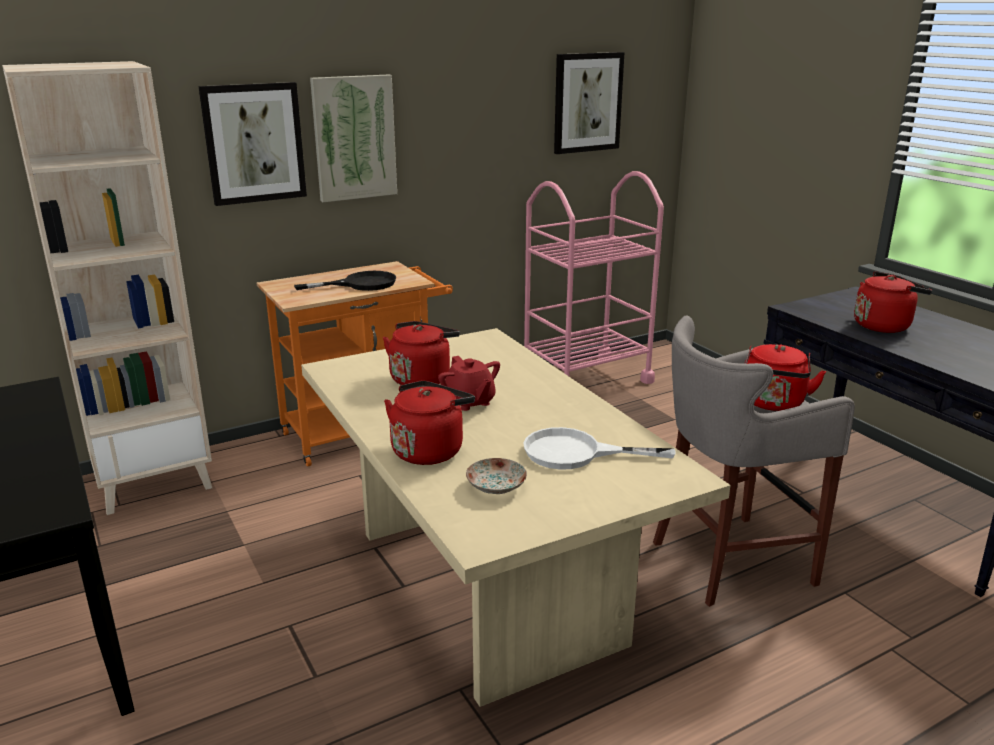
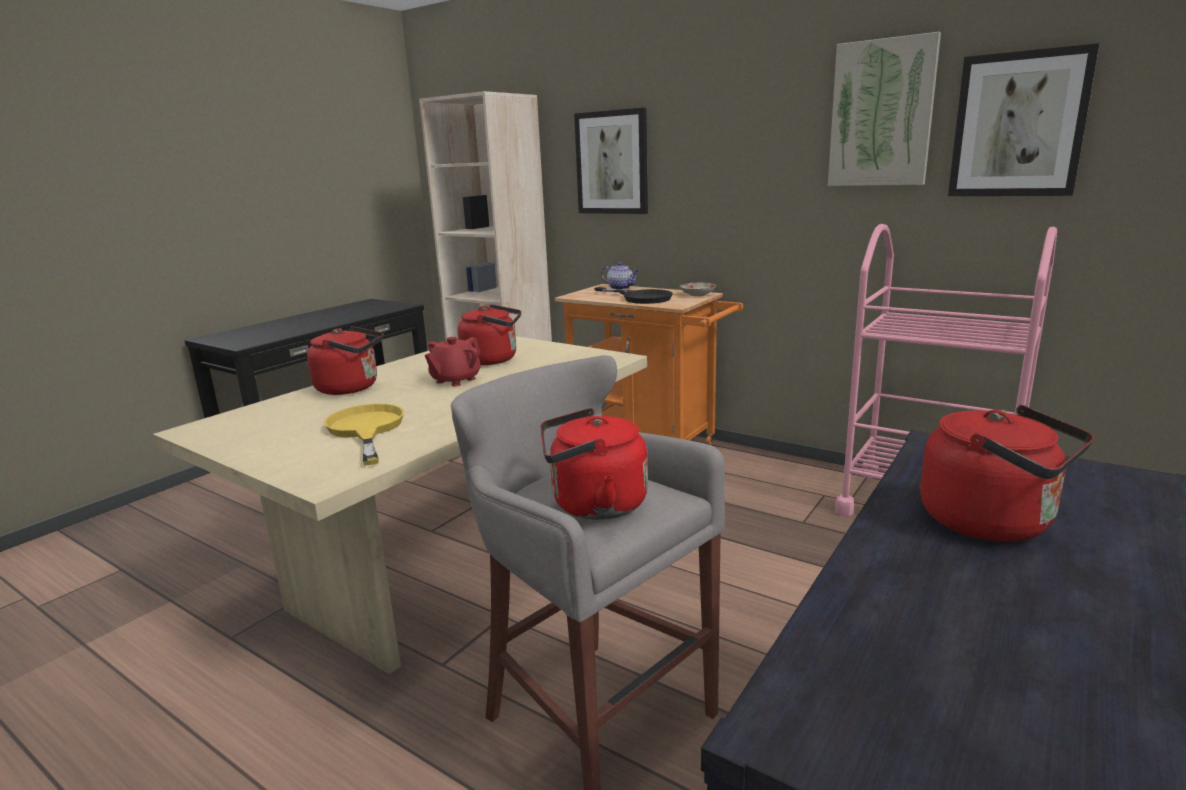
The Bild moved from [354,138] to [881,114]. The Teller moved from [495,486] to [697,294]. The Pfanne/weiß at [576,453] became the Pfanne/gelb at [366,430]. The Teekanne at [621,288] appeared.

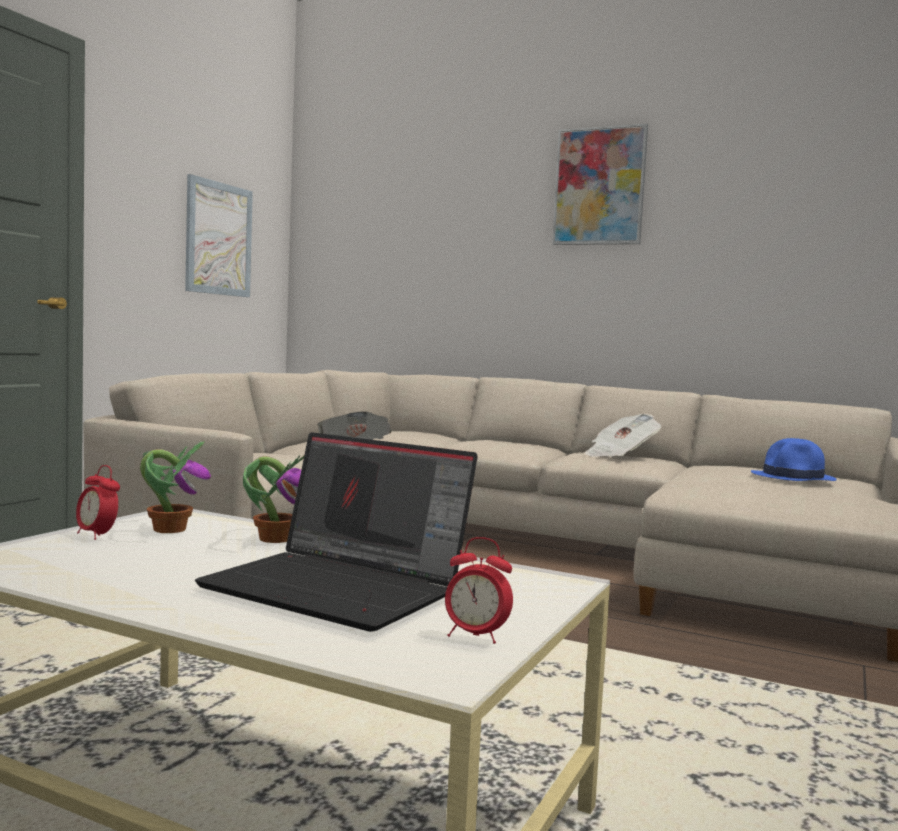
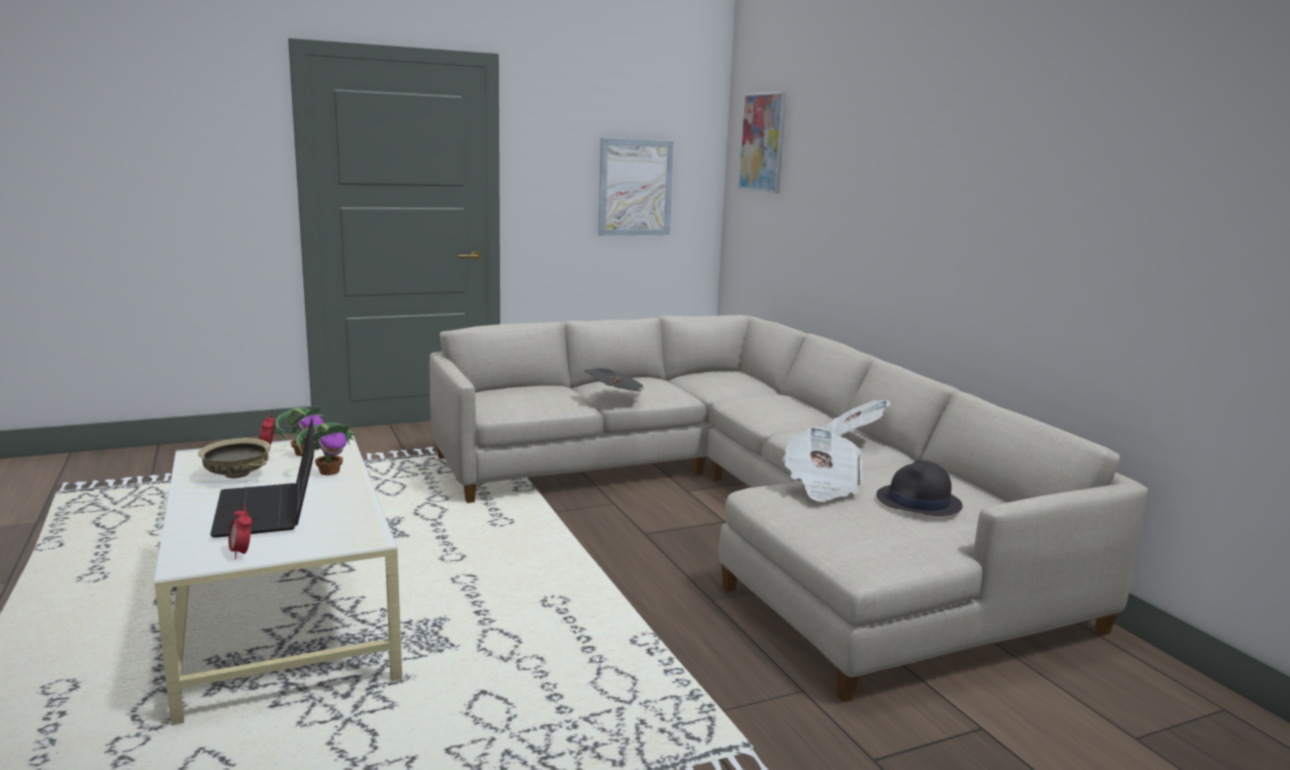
The Bild moved from [599,186] to [763,142]. The Hut/blau at [793,477] became the Hut/schwarz at [918,502]. The Schüssel/beige at [237,474] appeared. The Zeitung at [821,486] appeared.

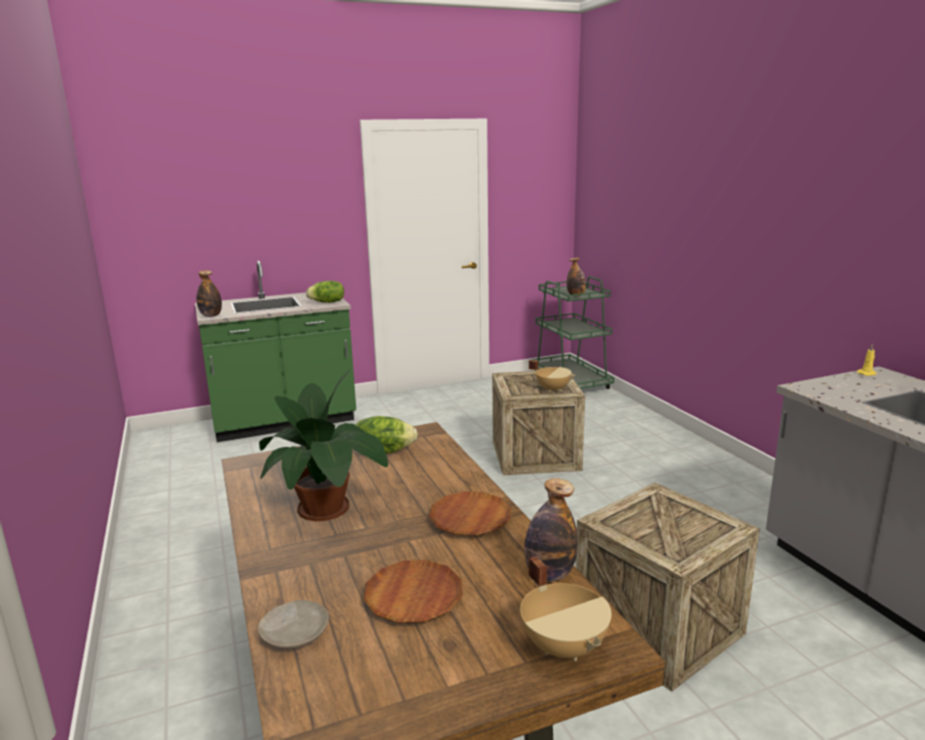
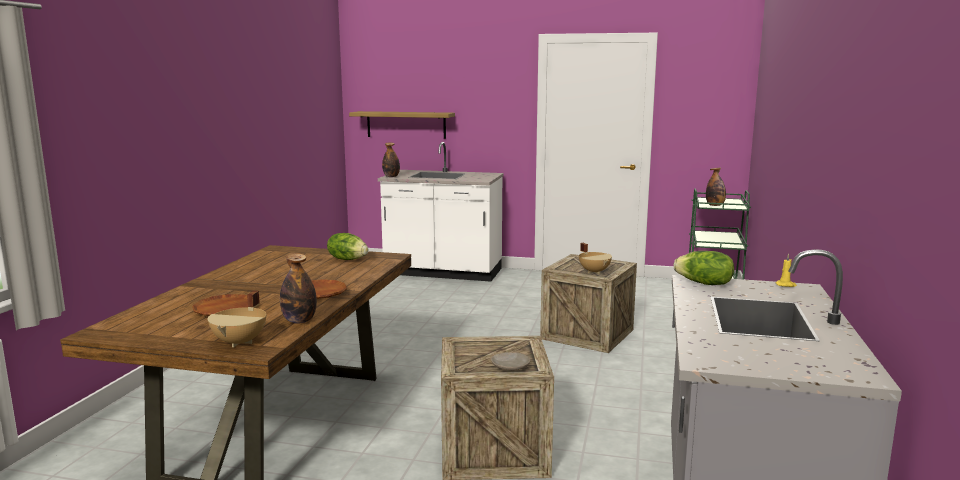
The Küchenzeile/grün at [284,422] became the Küchenzeile/weiß at [443,273]. The Teller/beige moved from [295,633] to [510,367]. The Topfpflanze at [327,508] disappeared. The Salatkopf moved from [327,302] to [704,283]. The Wandregal at [406,124] appeared.

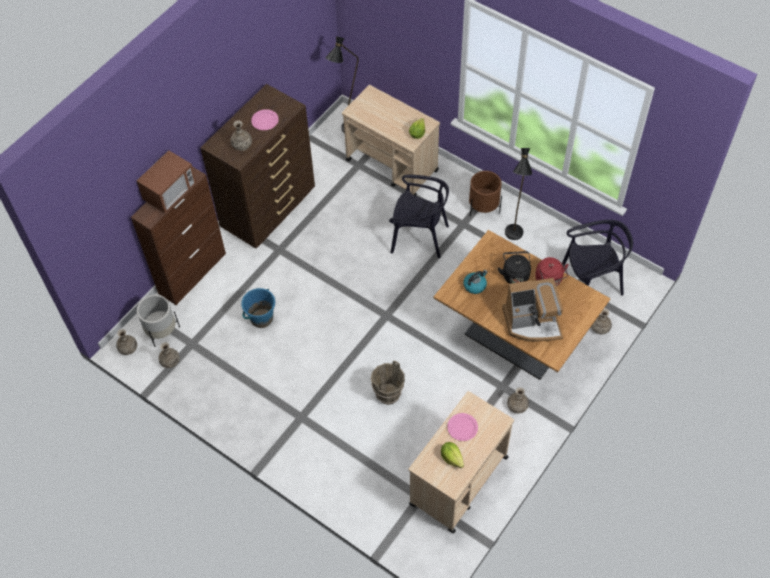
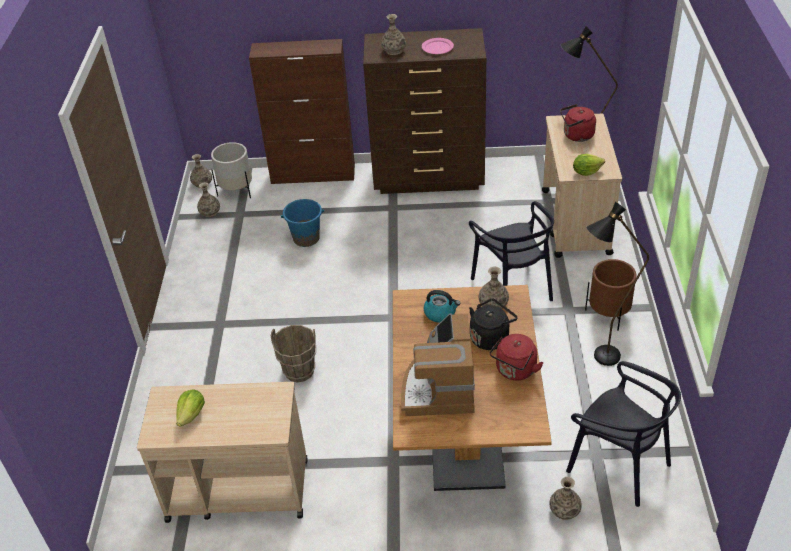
The Mikrowelle at [170,193] disappeared. The Teller/rosa at [462,428] disappeared. The Kaffeemaschine at [532,322] turned 45 degrees clockwise. The Vase moved from [517,406] to [493,304]. The Wasserkessel/rot at [576,136] appeared.

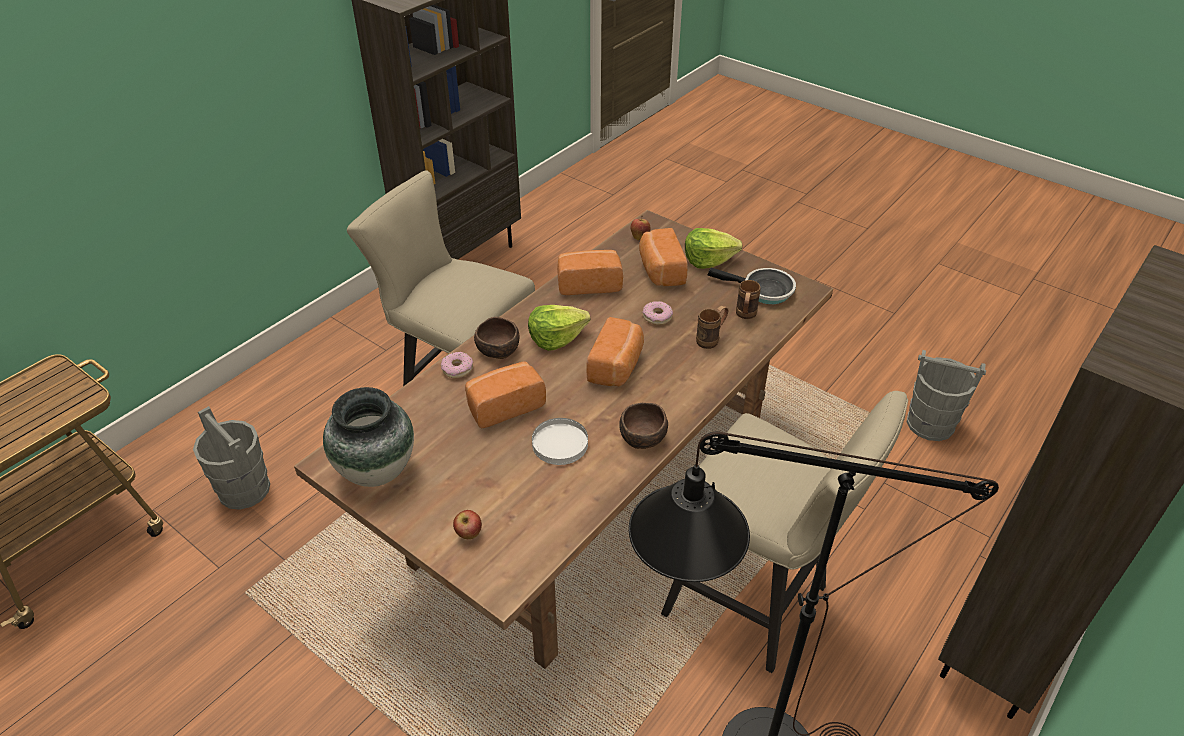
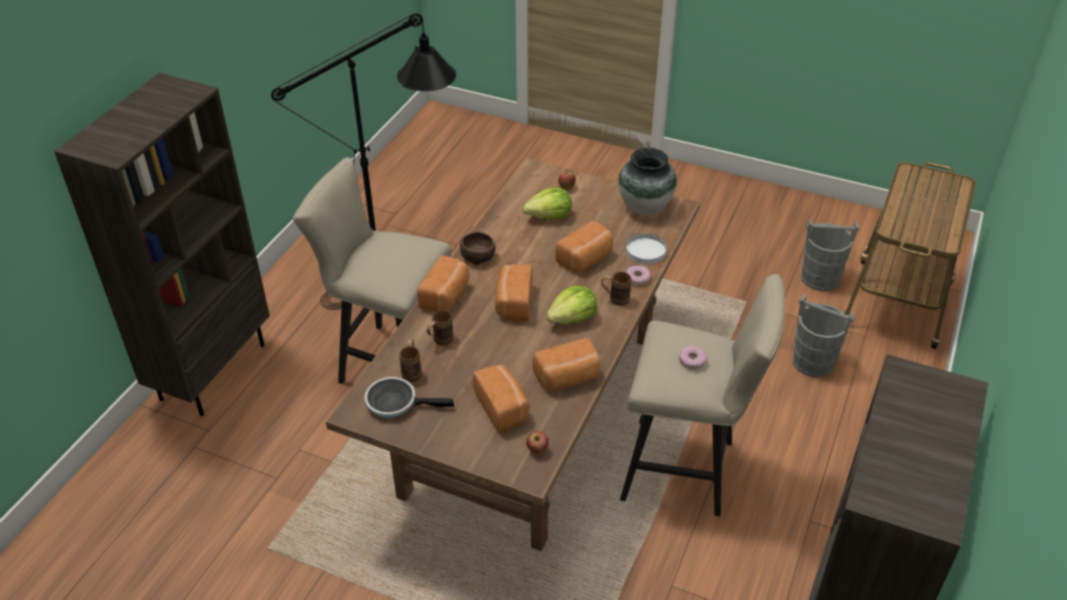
The Schüssel/braun at [498,350] was replaced by the Henkelbecher/braun at [615,299]. The Teller/weiß moved from [560,443] to [646,251]. The Donut moved from [657,317] to [692,361]. The Salatkopf moved from [708,260] to [549,216]. The Eimer/grau moved from [930,424] to [819,278]. The Brot at [446,296] appeared.

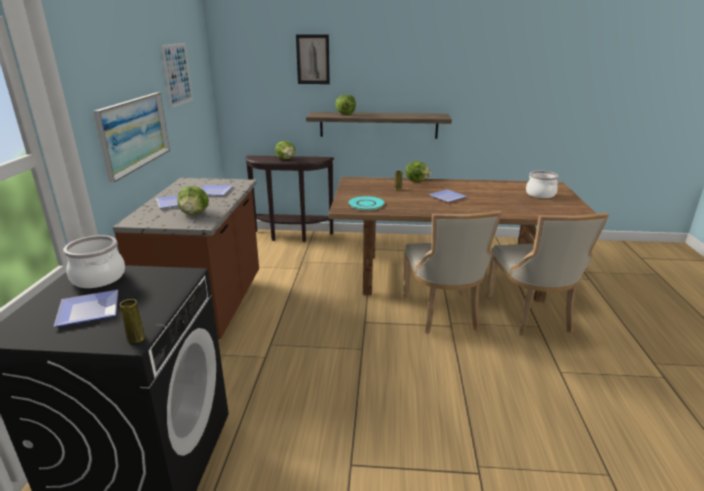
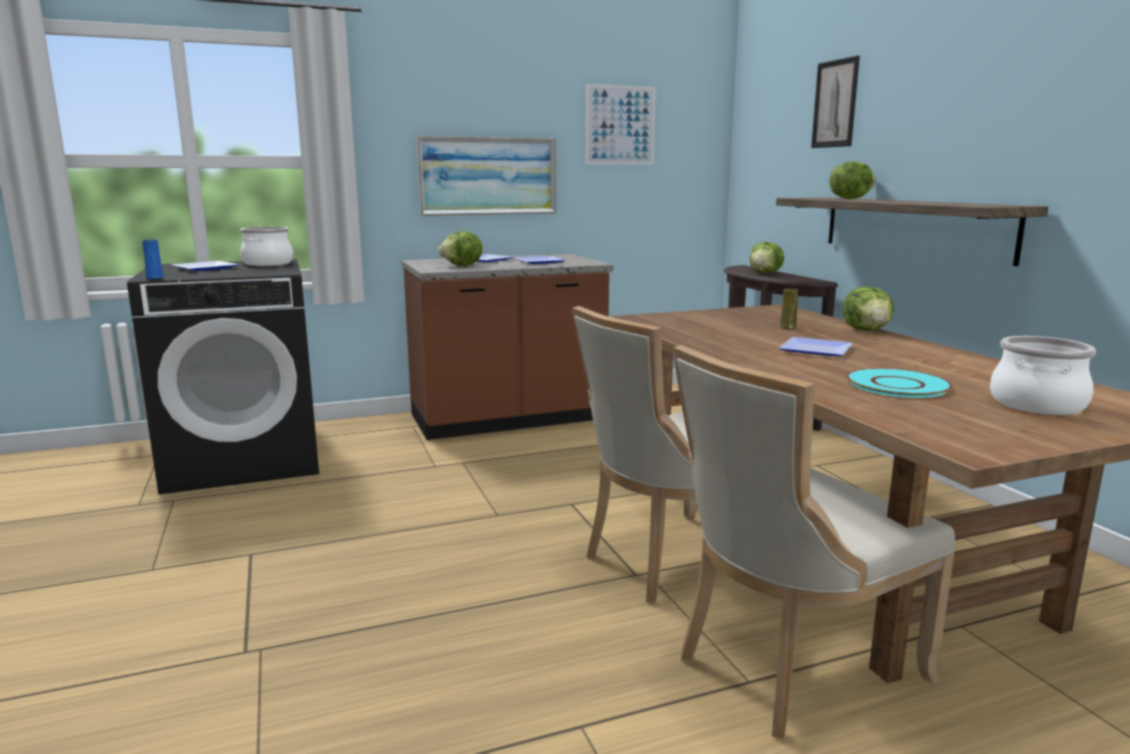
The Vase/gelb at [136,338] became the Vase/blau at [155,278]. The Teller/türkis moved from [366,204] to [898,385].

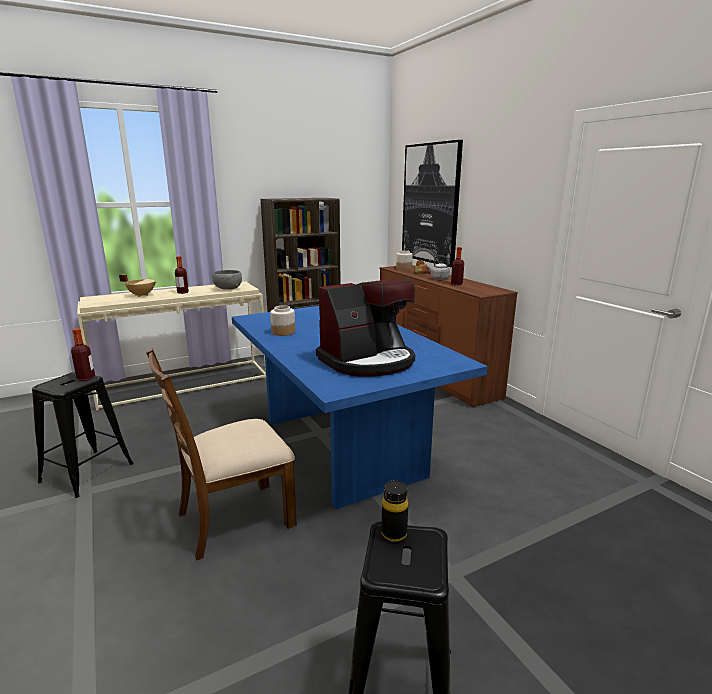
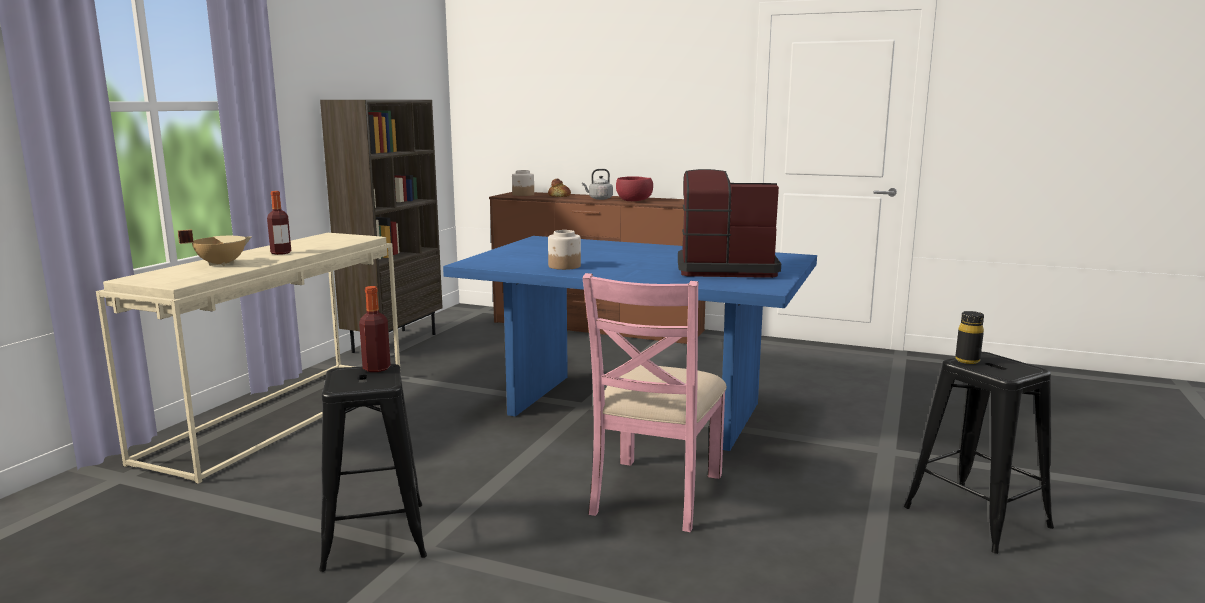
The Stuhl/braun at [234,518] became the Stuhl/rosa at [655,493]. The Schüssel/grau at [228,289] disappeared. The Kaffeemaschine at [368,361] turned 105 degrees counterclockwise. The Bild at [430,204] disappeared. The Flasche at [456,284] was replaced by the Schüssel/rot at [634,201].

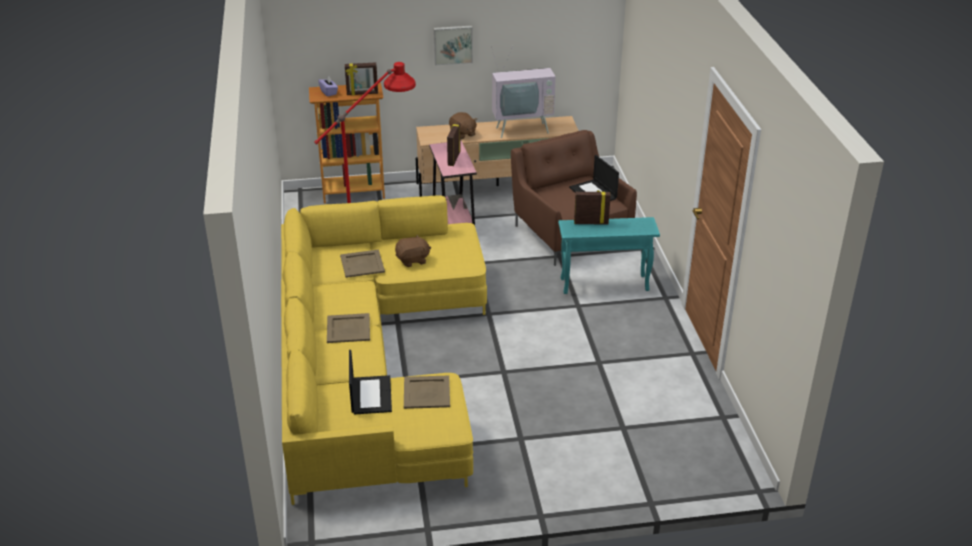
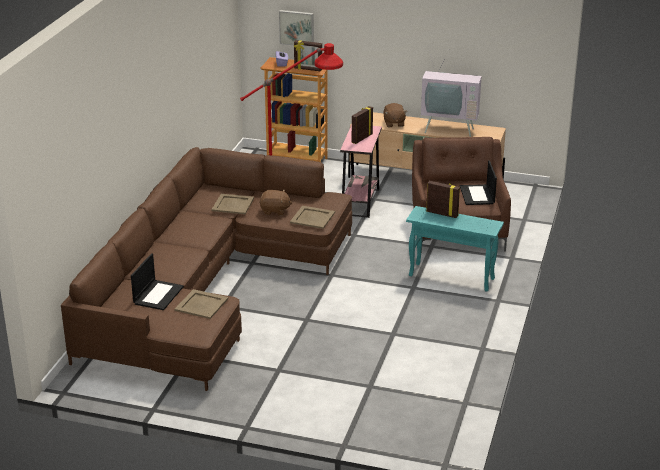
The Sofa/gelb at [370,363] became the Sofa/braun at [206,286]. The Tablett/beige moved from [348,328] to [312,217]. The Bild moved from [452,44] to [297,28].

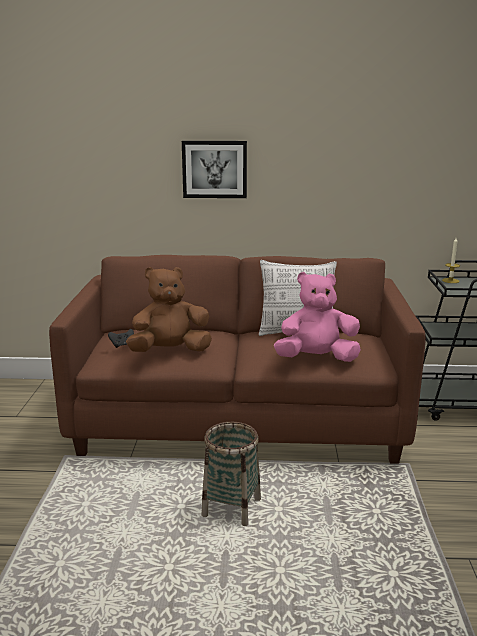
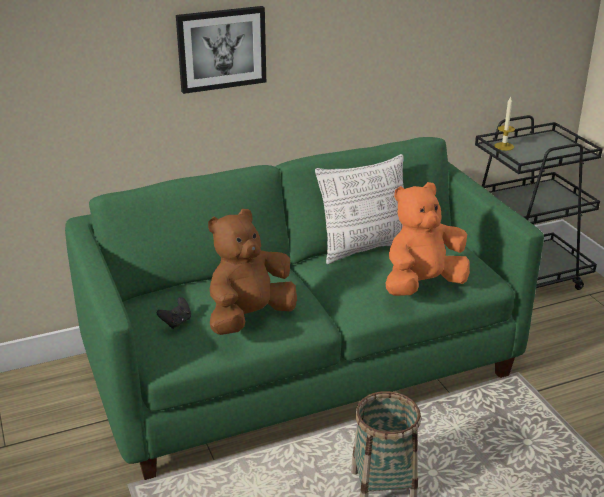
The Sofa/braun at [239,420] became the Sofa/grün at [302,367]. The Plüschtier/rosa at [316,358] became the Plüschtier/orange at [422,285].

